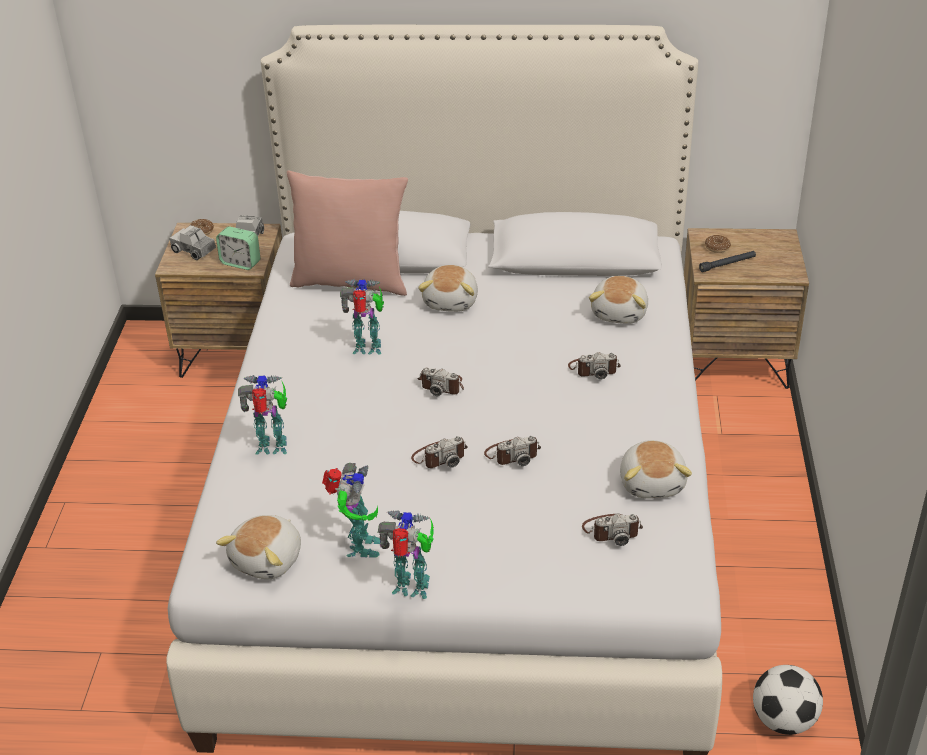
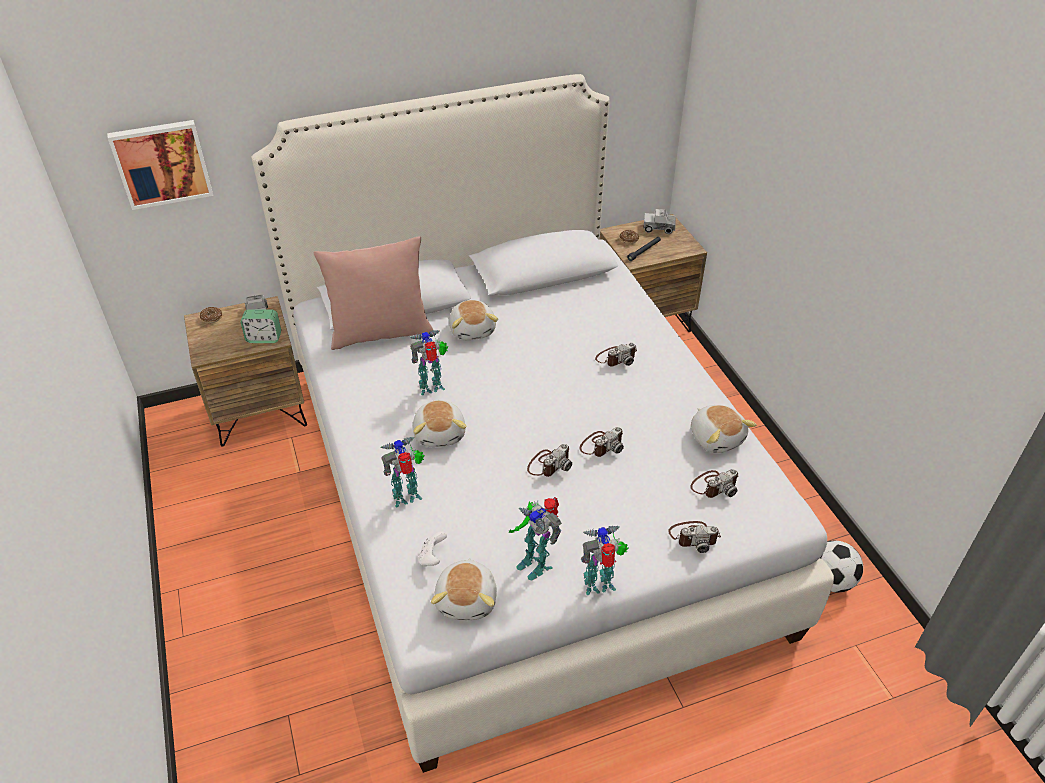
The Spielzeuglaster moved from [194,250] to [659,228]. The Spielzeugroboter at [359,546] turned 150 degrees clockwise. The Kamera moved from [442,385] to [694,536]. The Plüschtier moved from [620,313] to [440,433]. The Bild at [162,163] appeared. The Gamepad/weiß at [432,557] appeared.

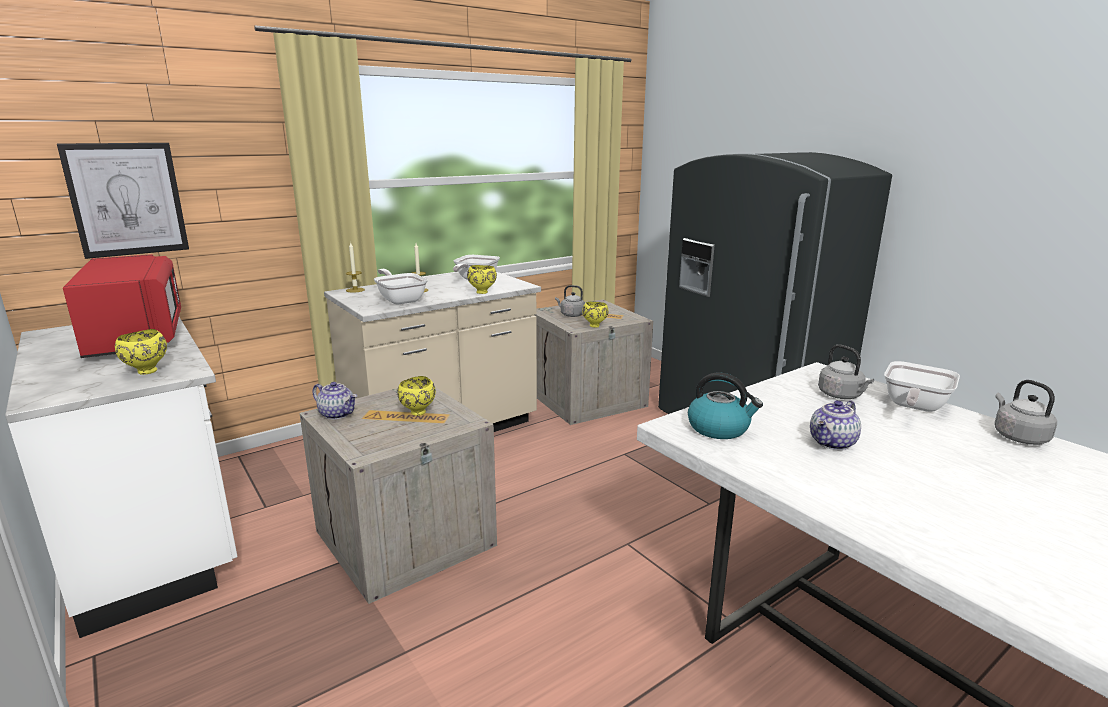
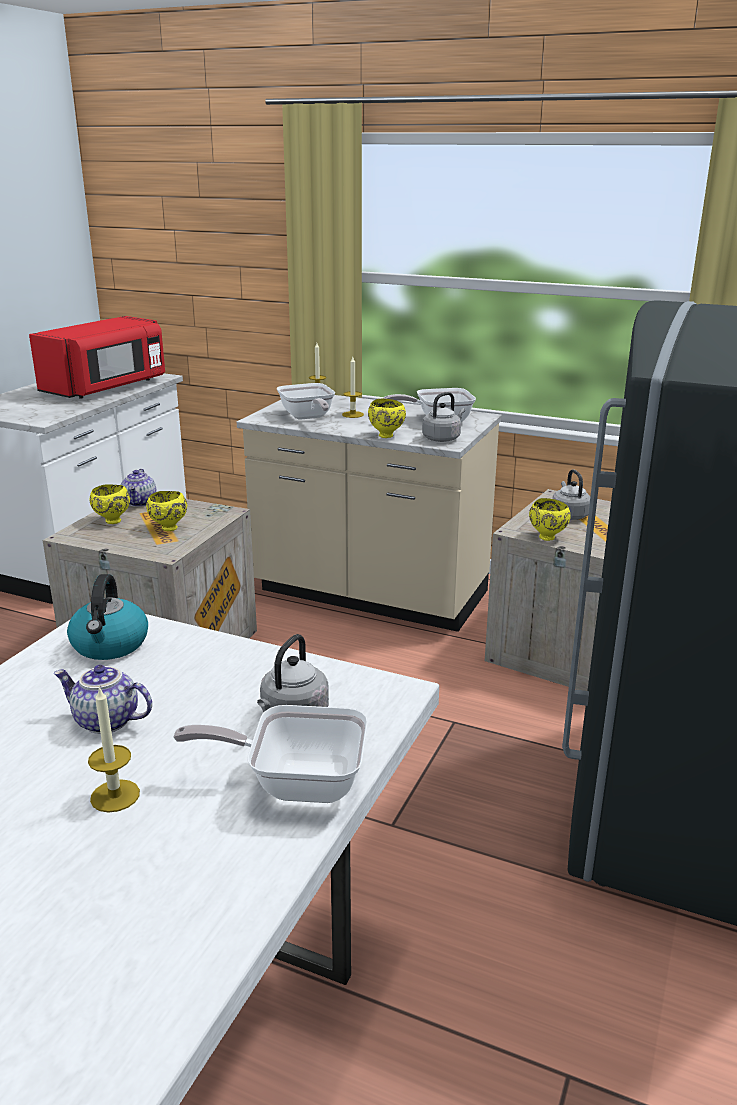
The Bild at [127,199] disappeared. The Schüssel/gelb moved from [146,372] to [112,521]. The Pfanne at [400,300] turned 135 degrees clockwise. The Wasserkessel/grau moved from [1017,436] to [442,438]. The Kerze at [115,796] appeared.

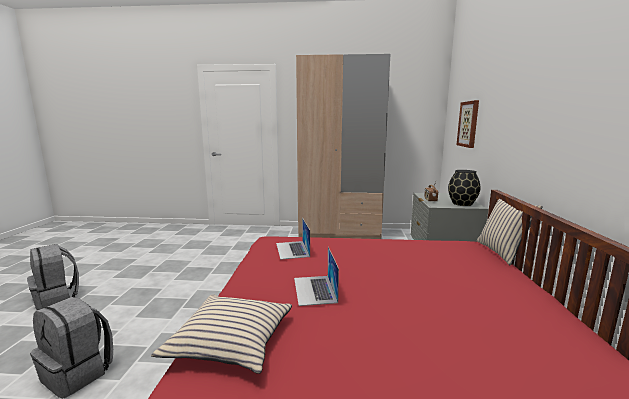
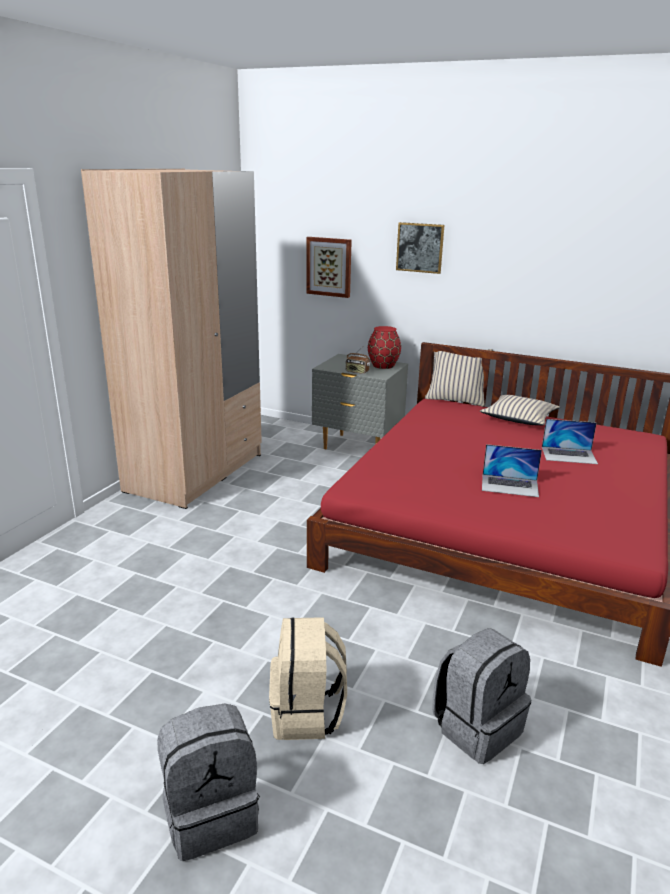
The Kissen/beige moved from [231,340] to [519,418]. The Laptop moved from [292,250] to [569,455]. The Vase/schwarz at [462,203] became the Vase/rot at [383,365]. The Rucksack/beige at [307,714] appeared. The Bild at [420,247] appeared.

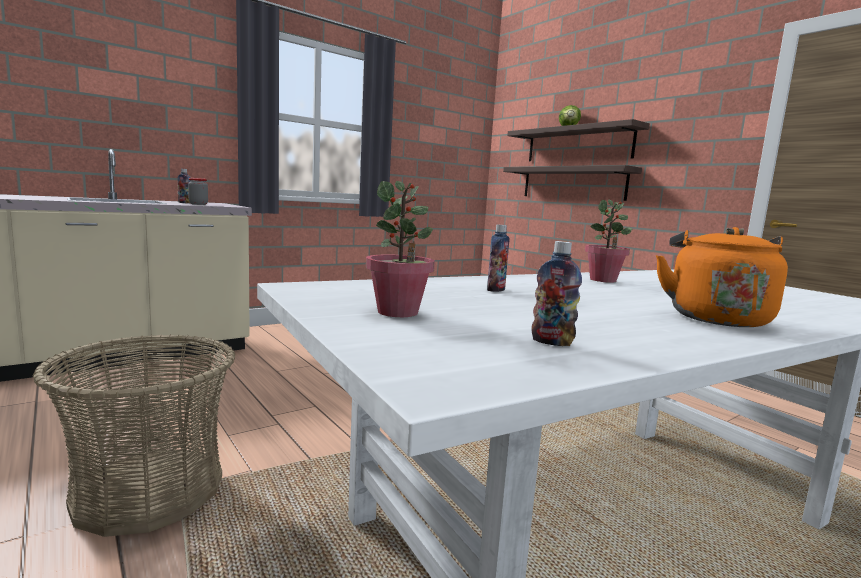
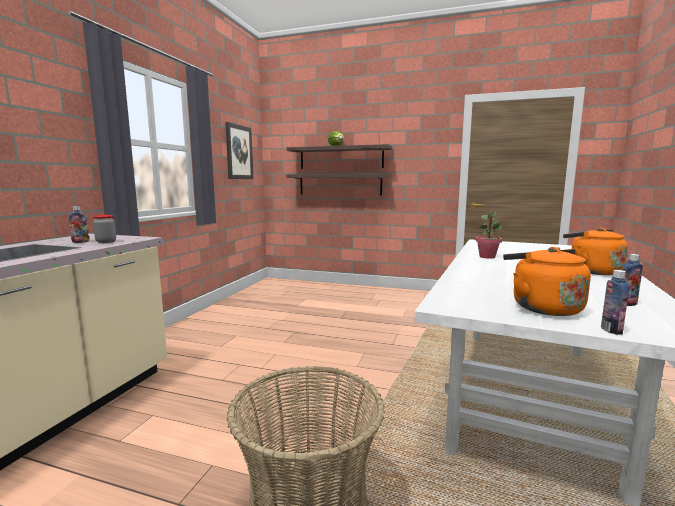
The Topfpflanze at [398,312] was replaced by the Wasserkessel/orange at [542,307]. The Flasche moved from [496,290] to [611,330]. The Bild at [239,152] appeared.

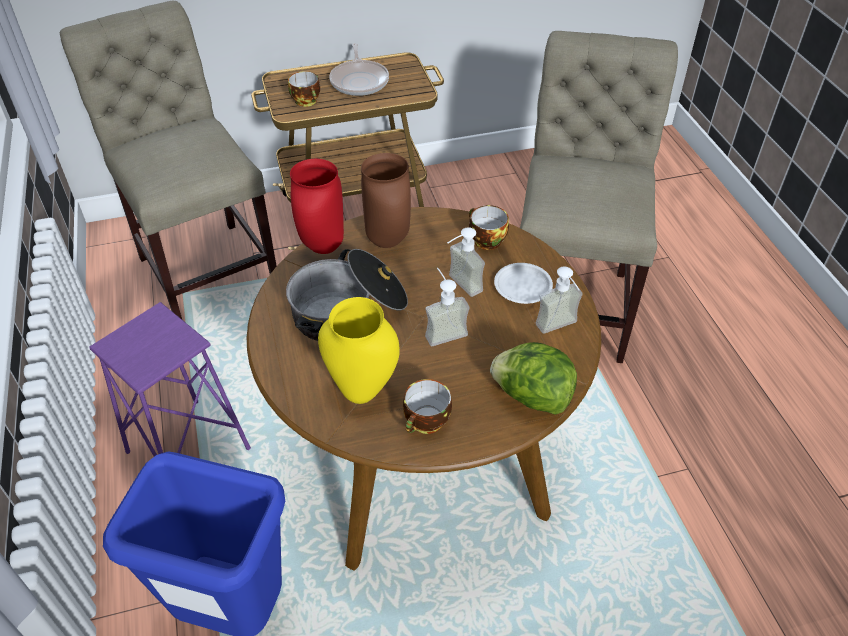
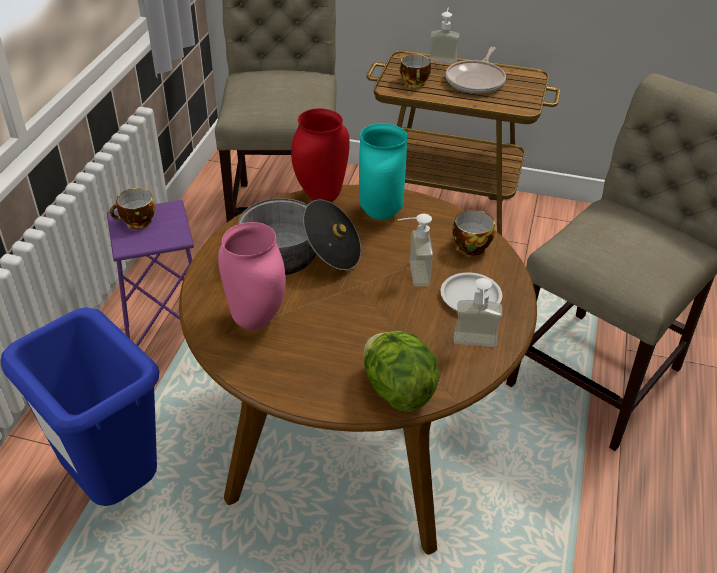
The Vase/gelb at [362,392] became the Vase/rosa at [255,321]. The Vase/braun at [386,241] became the Vase/türkis at [379,213]. The Tasse moved from [426,423] to [137,222]. The Seifenspender moved from [443,330] to [443,58].

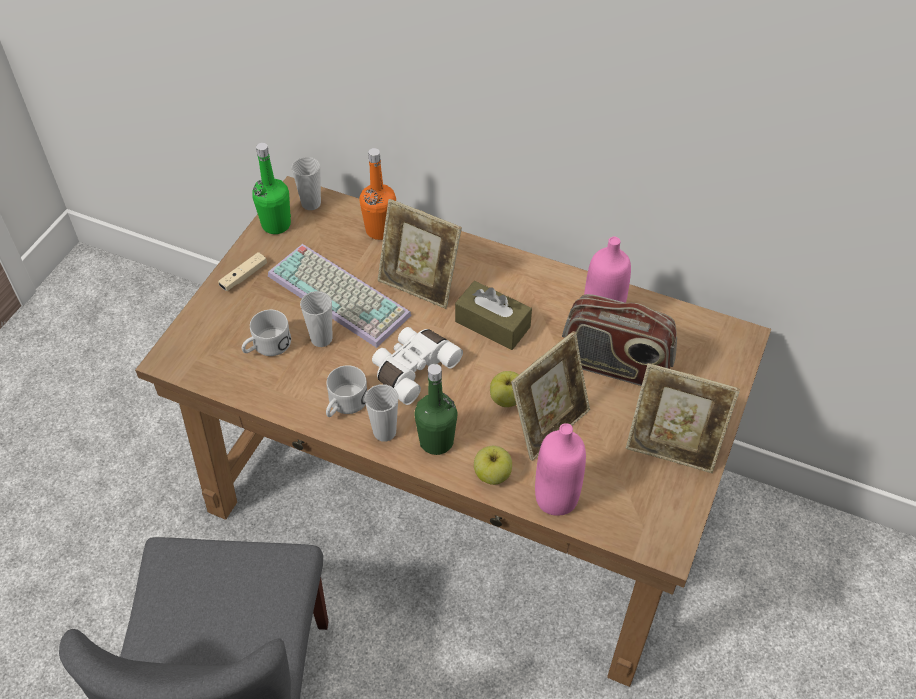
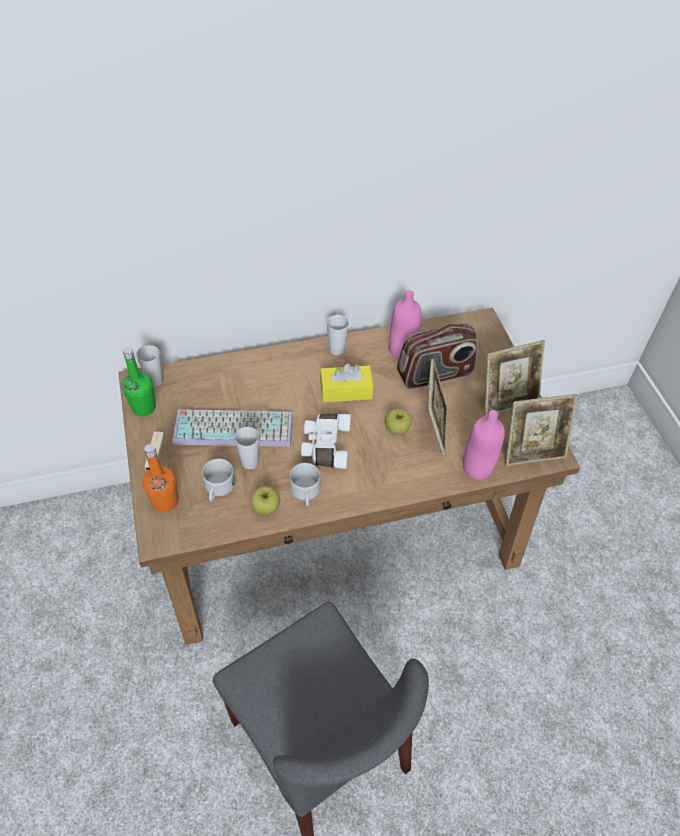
The Flasche/orange moved from [380,230] to [165,502]. The Tasse moved from [384,432] to [337,350]. The Bilderrahmen moved from [419,285] to [532,452]. The Flasche/grün at [436,441] disappeared. The Taschentuchbox/braun at [492,324] became the Taschentuchbox/gelb at [346,391]. The Apfel moved from [492,474] to [266,507].

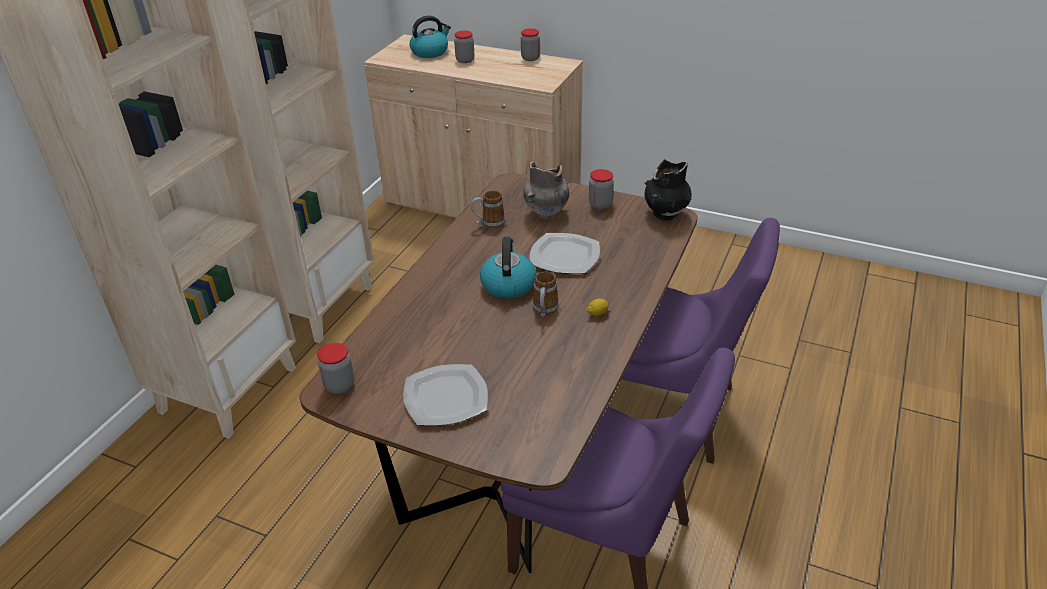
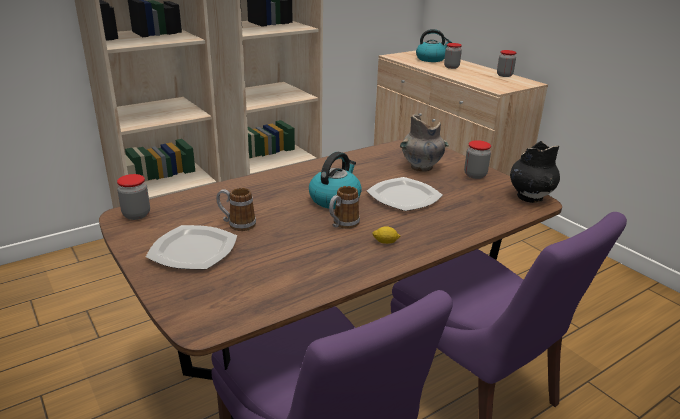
The Henkelbecher moved from [489,223] to [237,224].

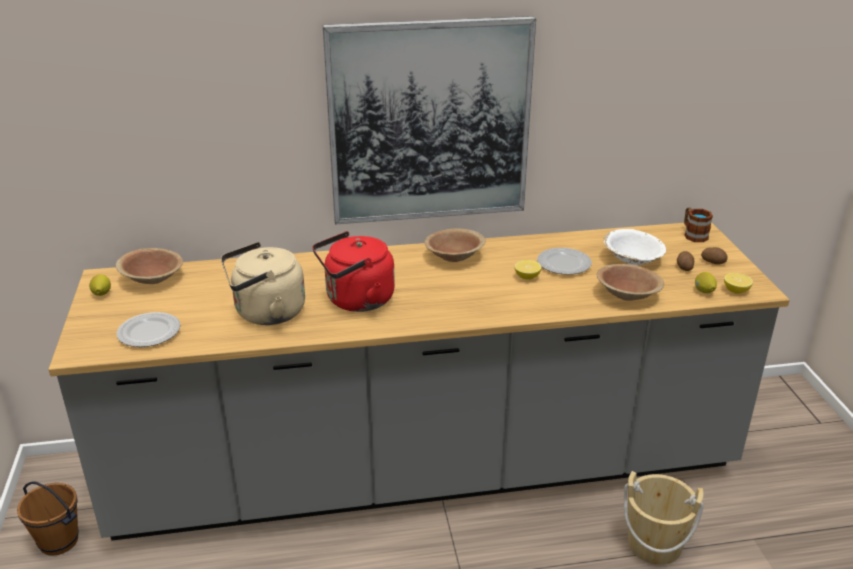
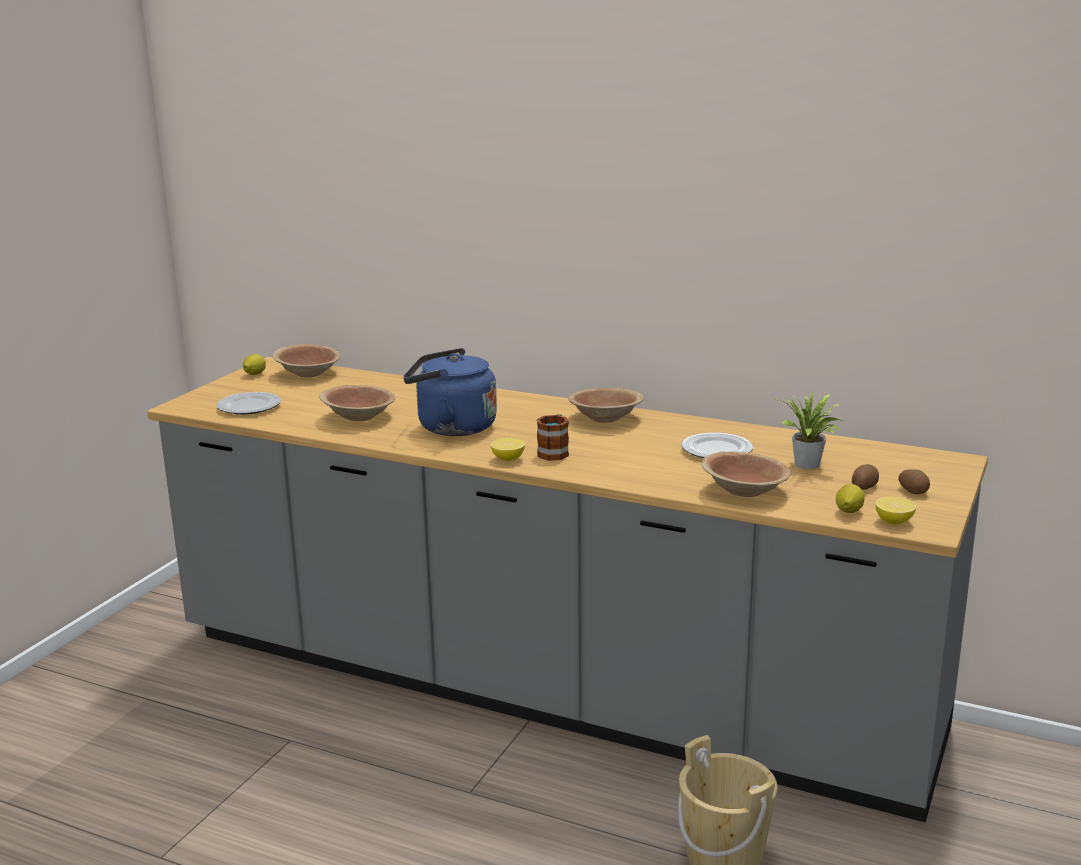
The Eimer/braun at [58,542] disappeared. The Wasserkessel/beige at [266,313] was replaced by the Schüssel/braun at [359,417]. The Wasserkessel/rot at [356,301] became the Wasserkessel/blau at [451,427]. The Bild at [429,122] disappeared. The Zitrone moved from [527,277] to [508,459]. The Schüssel/weiß at [632,260] was replaced by the Topfpflanze at [808,465]. The Henkelbecher moved from [693,234] to [554,451].

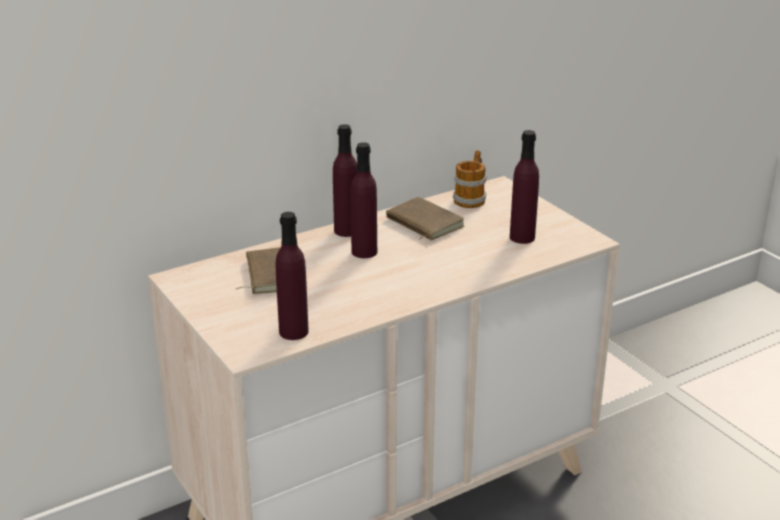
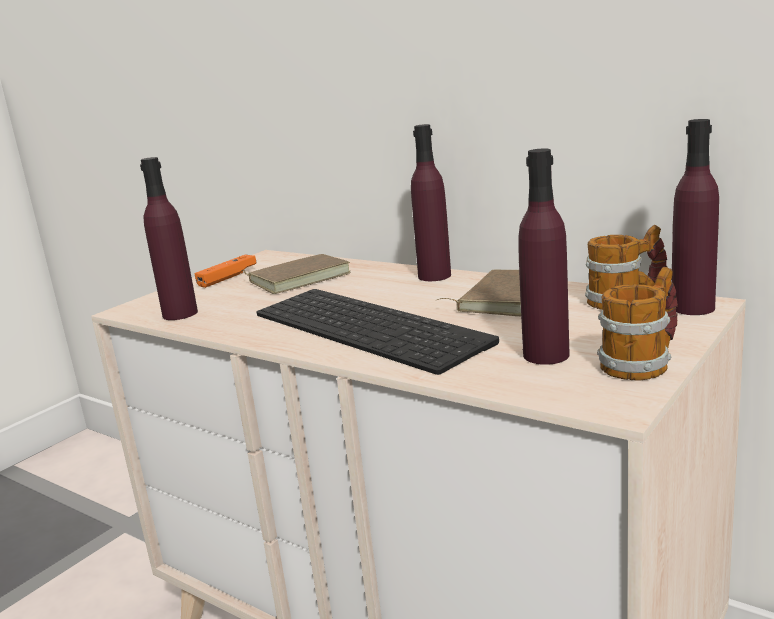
The Flasche/lila moved from [364,252] to [692,308]. The Gamepad/orange at [227,277] appeared. The Tastatur at [372,327] appeared. The Henkelbecher at [642,363] appeared.

